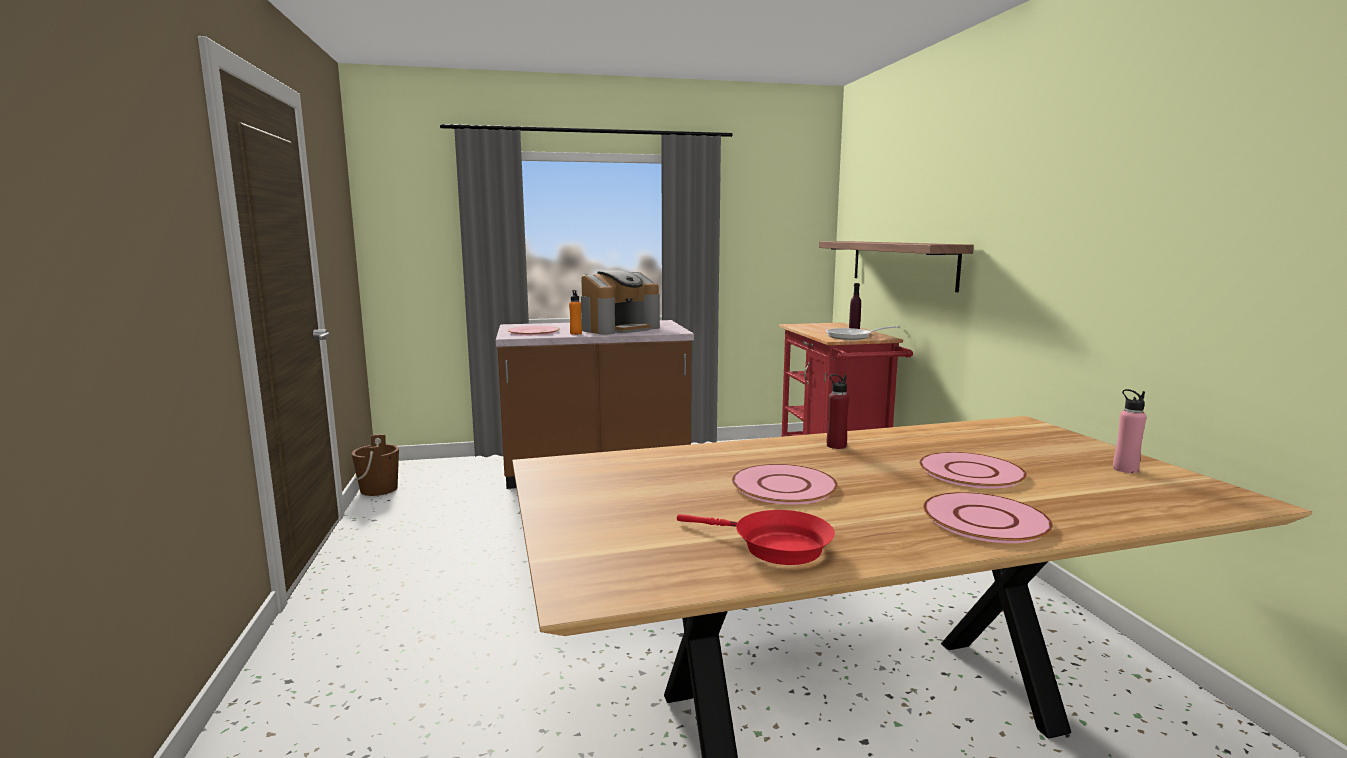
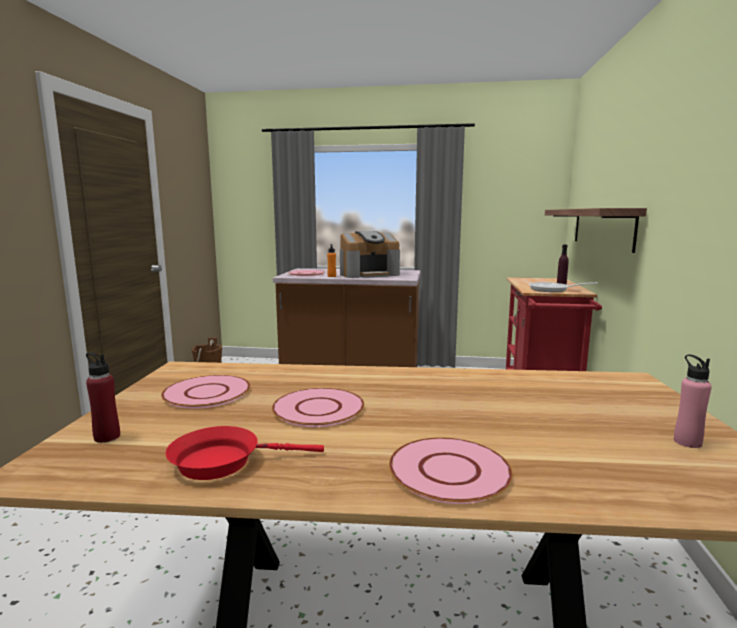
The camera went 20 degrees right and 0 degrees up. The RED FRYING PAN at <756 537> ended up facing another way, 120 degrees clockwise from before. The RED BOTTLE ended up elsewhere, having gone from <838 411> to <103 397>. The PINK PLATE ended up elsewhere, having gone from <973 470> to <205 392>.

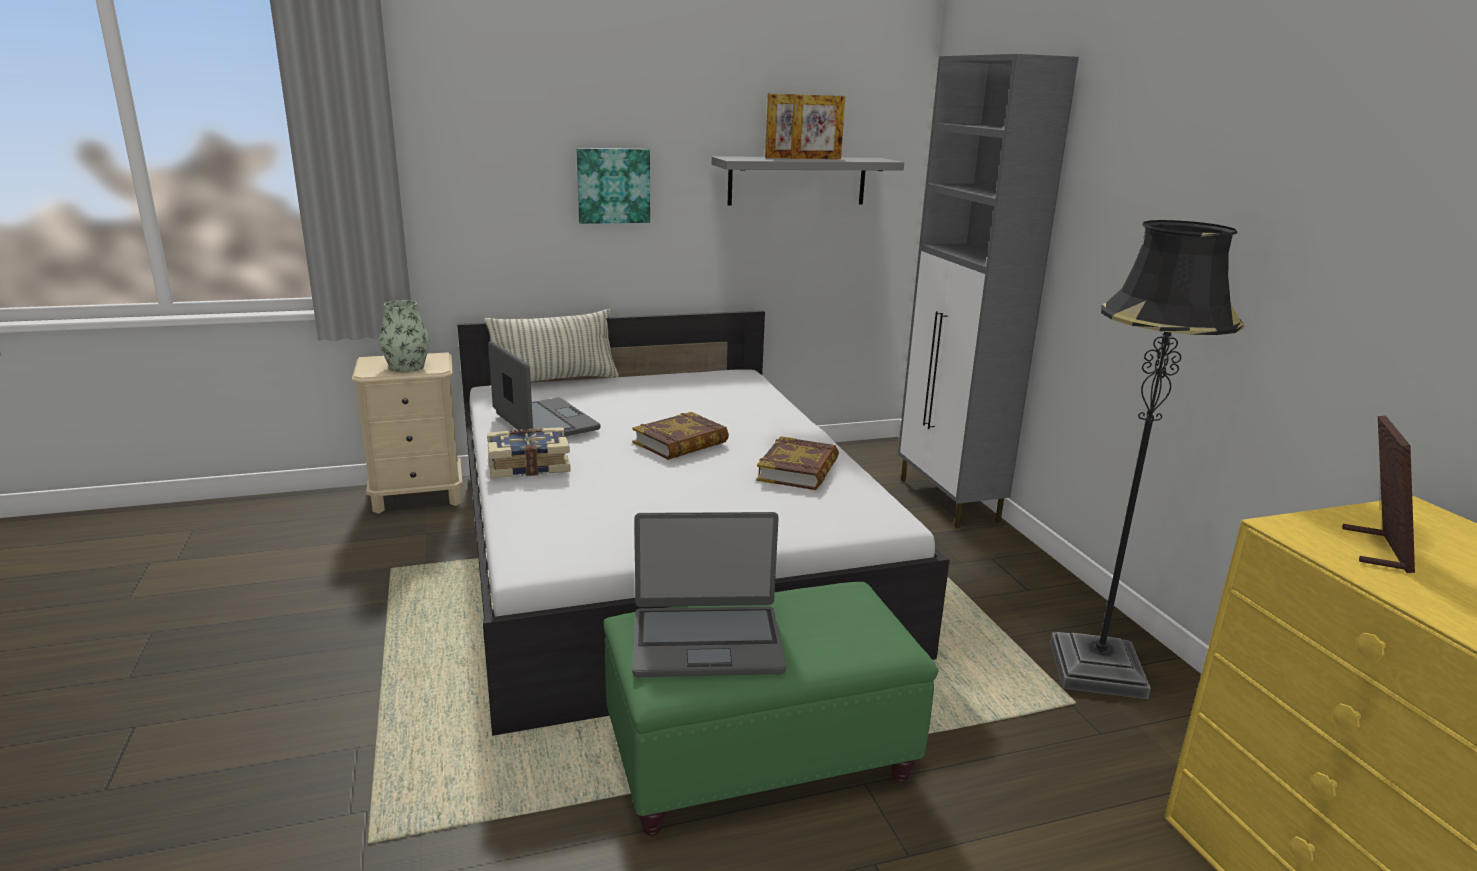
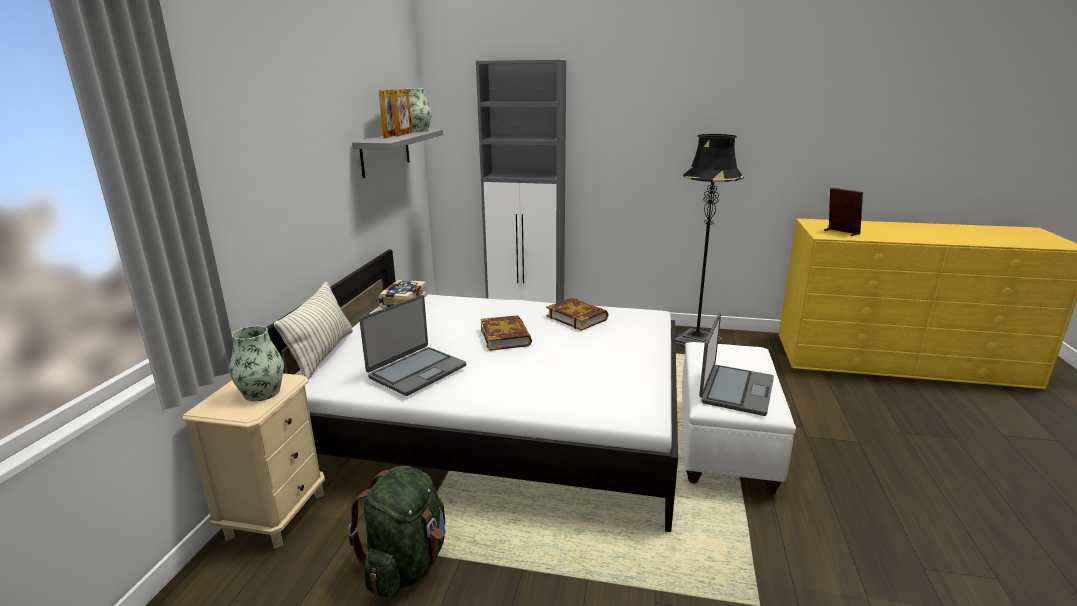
The camera went 60 degrees left and 0 degrees up. The BOOK ended up elsewhere, having gone from <529 452> to <402 294>. The LAPTOP at <544 389> ended up facing another way, 135 degrees clockwise from before. The second view lost the PICTURE at <613 186>. What was the GREEN OTTOMAN at <771 708> turned into the WHITE OTTOMAN at <739 418>. The second view gained the GREEN BACKPACK at <397 531>. The second view gained the VASE at <419 110>.

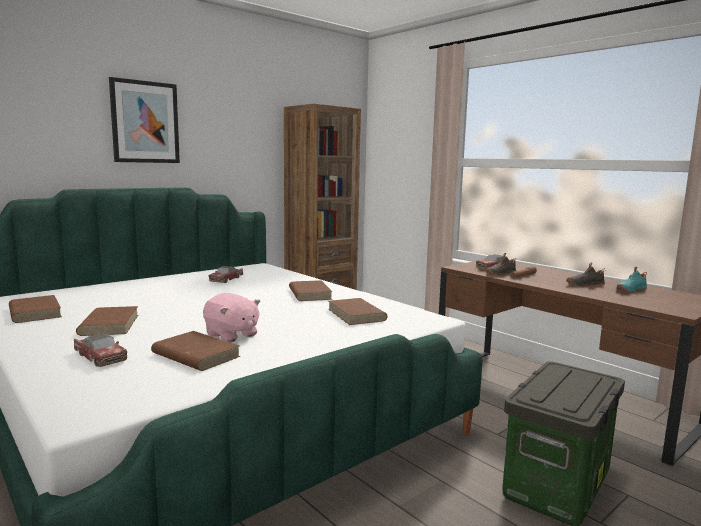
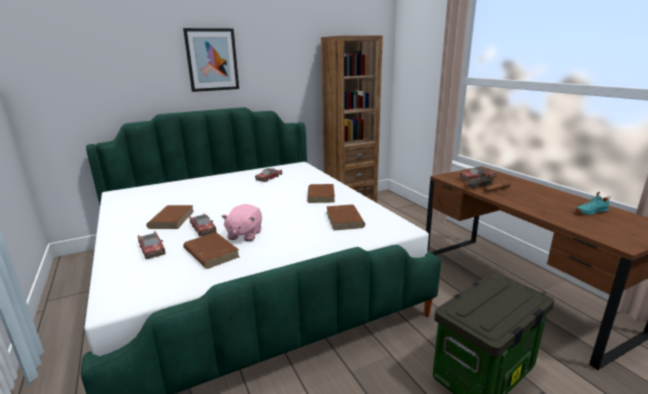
The camera went 15 degrees right and 10 degrees up. The second view lost the BROWN BOOK at <35 309>. The PINK PLUSH TOY at <232 318> ended up facing another way, 45 degrees clockwise from before. The second view lost the BLACK SHOE at <585 275>. The second view gained the TOY CAR at <202 225>.

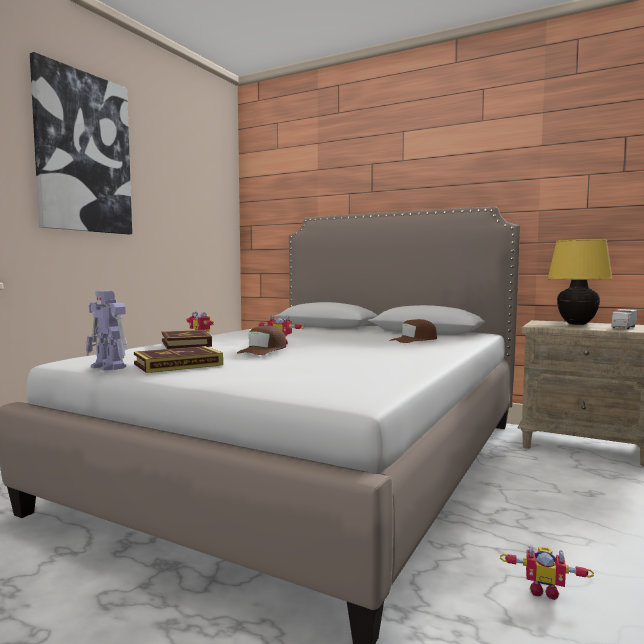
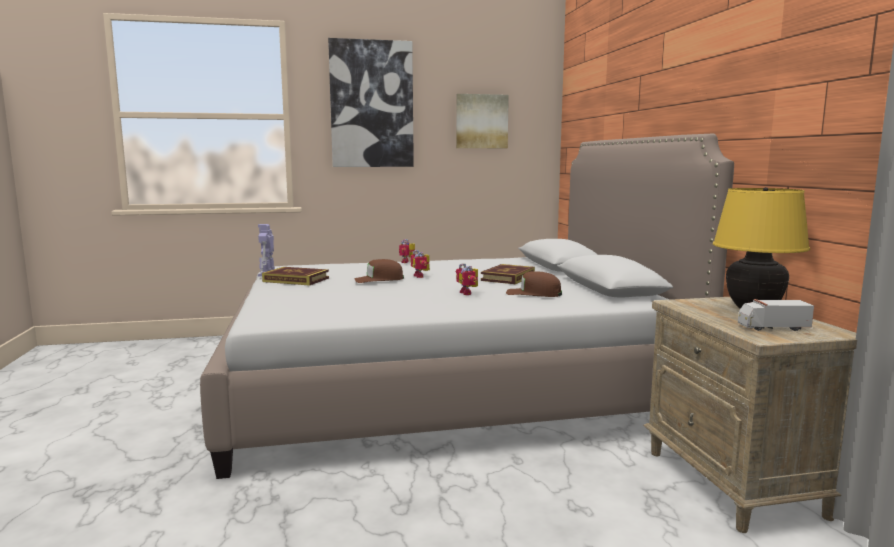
The camera went 50 degrees right and 5 degrees up. The BOOK ended up elsewhere, having gone from <186 339> to <508 274>. The TOY ROBOT ended up elsewhere, having gone from <547 572> to <467 279>. The second view gained the PICTURE at <482 121>.

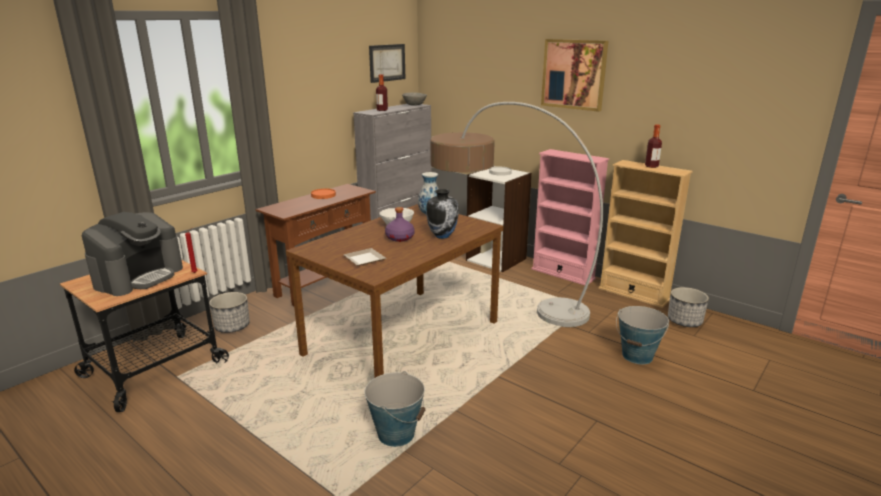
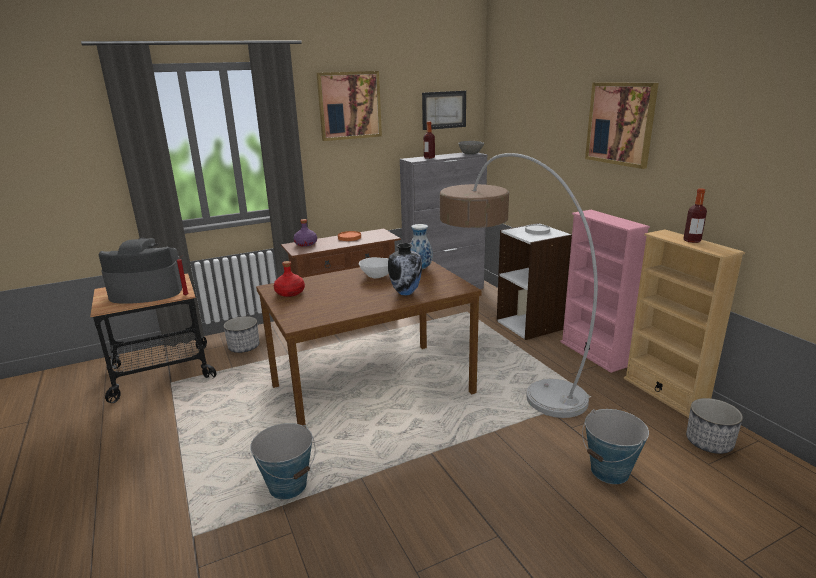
The camera went 25 degrees right and 0 degrees up. The COFFEE MACHINE at <132 254> ended up facing another way, 150 degrees counterclockwise from before. The second view lost the PLATE at <365 257>. The PURPLE BOTTLE ended up elsewhere, having gone from <400 224> to <305 233>. The second view gained the RED BOTTLE at <289 279>. The second view gained the PICTURE at <349 106>.

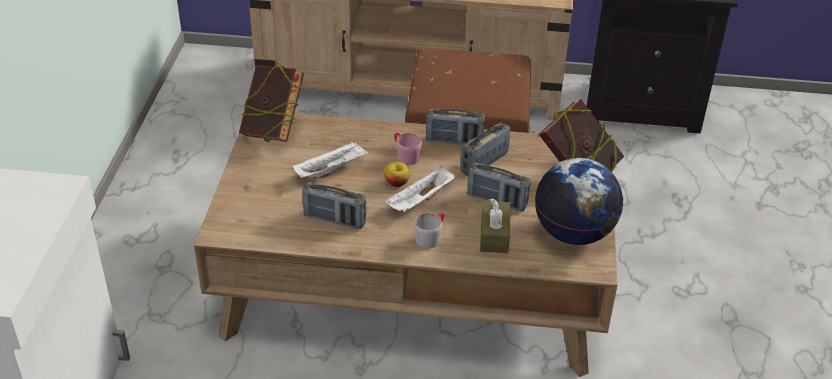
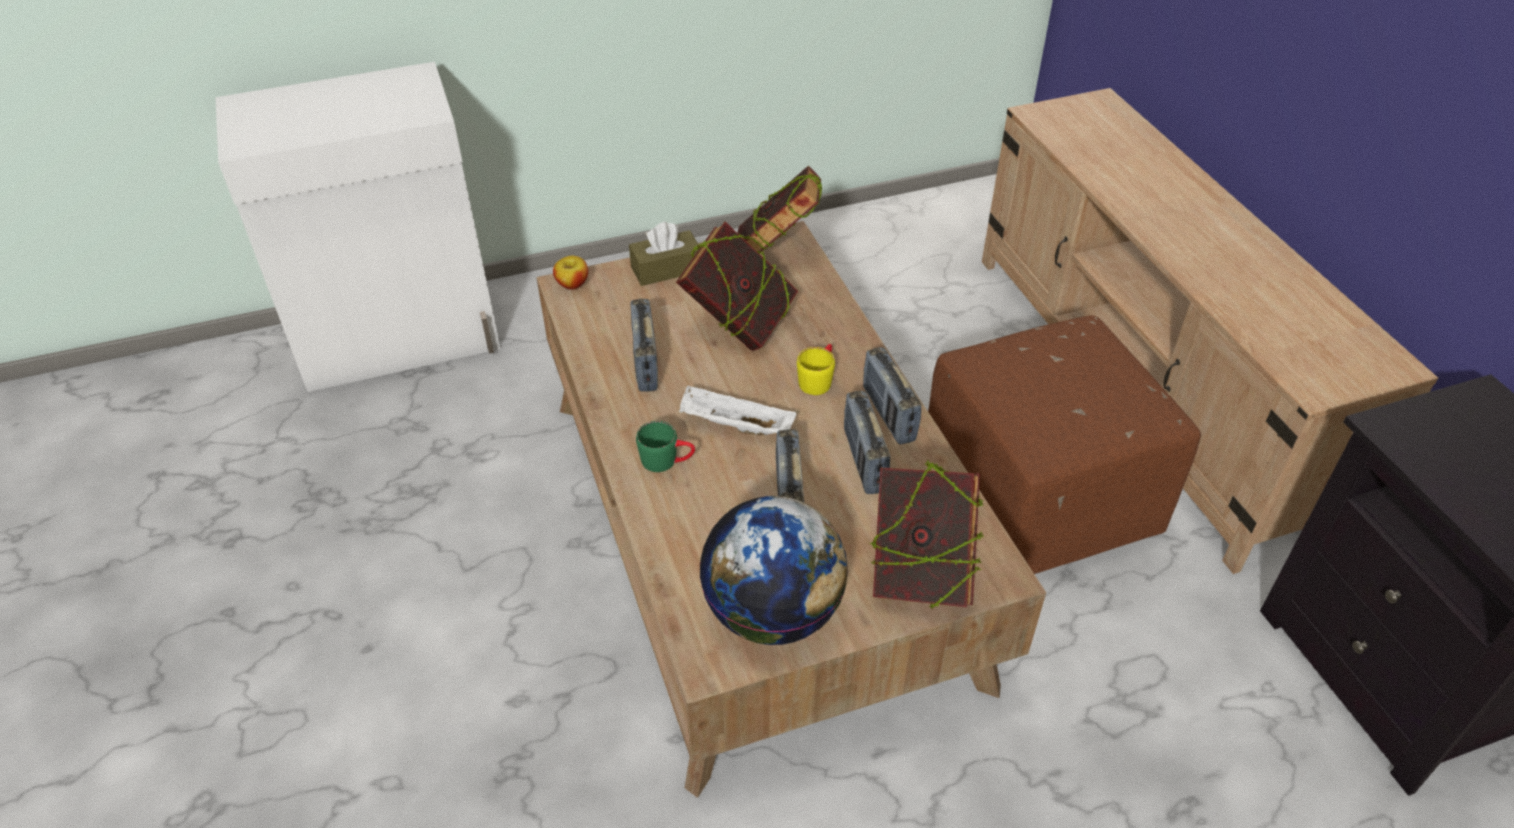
The camera went 65 degrees right and 5 degrees up. Where the WHITE TRAY stood at <331 159>, the BOOK came to stand at <737 286>. The APPLE ended up elsewhere, having gone from <397 174> to <570 273>. What was the PINK MUG at <408 149> turned into the YELLOW MUG at <816 369>. What was the GREY MUG at <429 230> turned into the GREEN MUG at <665 446>. The RADIO at <485 149> ended up facing another way, 120 degrees counterclockwise from before. The BROWN TISSUE BOX ended up elsewhere, having gone from <495 225> to <664 254>.

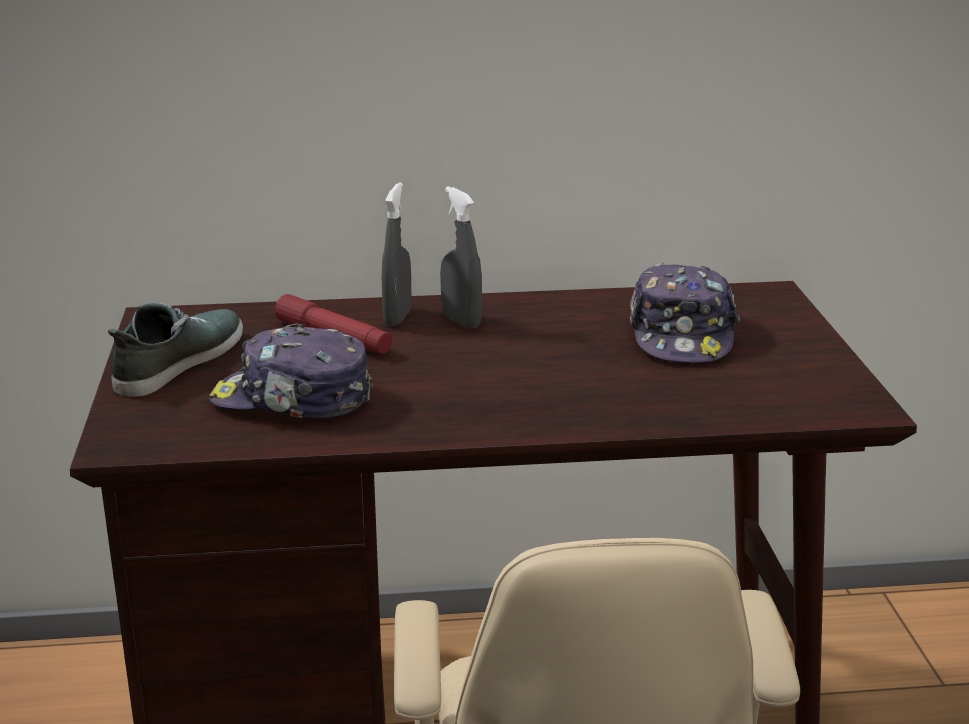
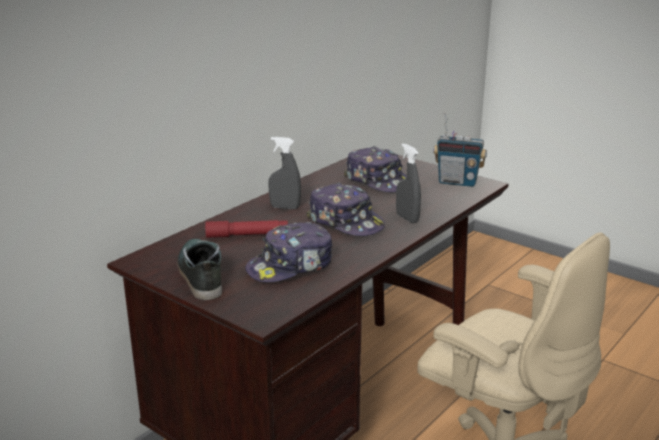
The camera went 45 degrees left and 0 degrees up. The GREY SPRAY BOTTLE ended up elsewhere, having gone from <396 254> to <408 183>. The second view gained the CAP at <345 209>. The second view gained the RADIO at <460 150>.

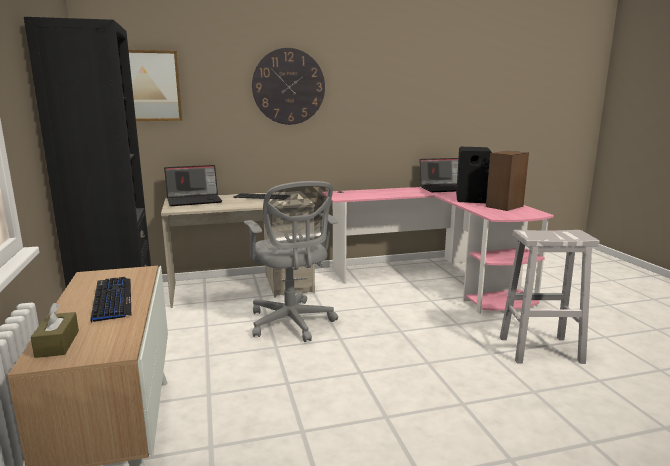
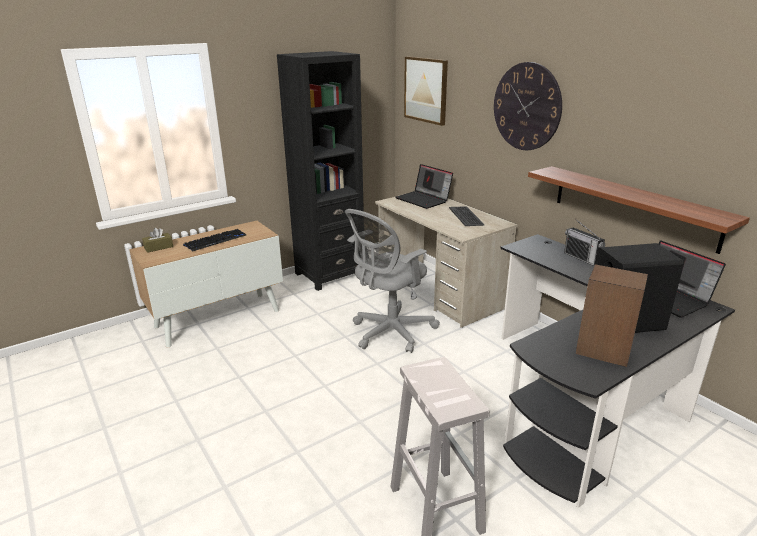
The camera went 70 degrees right and 10 degrees up. What was the PINK DESK at <439 250> turned into the BLACK DESK at <617 371>. The second view gained the SHELF at <639 210>. The second view gained the RADIO at <584 242>.

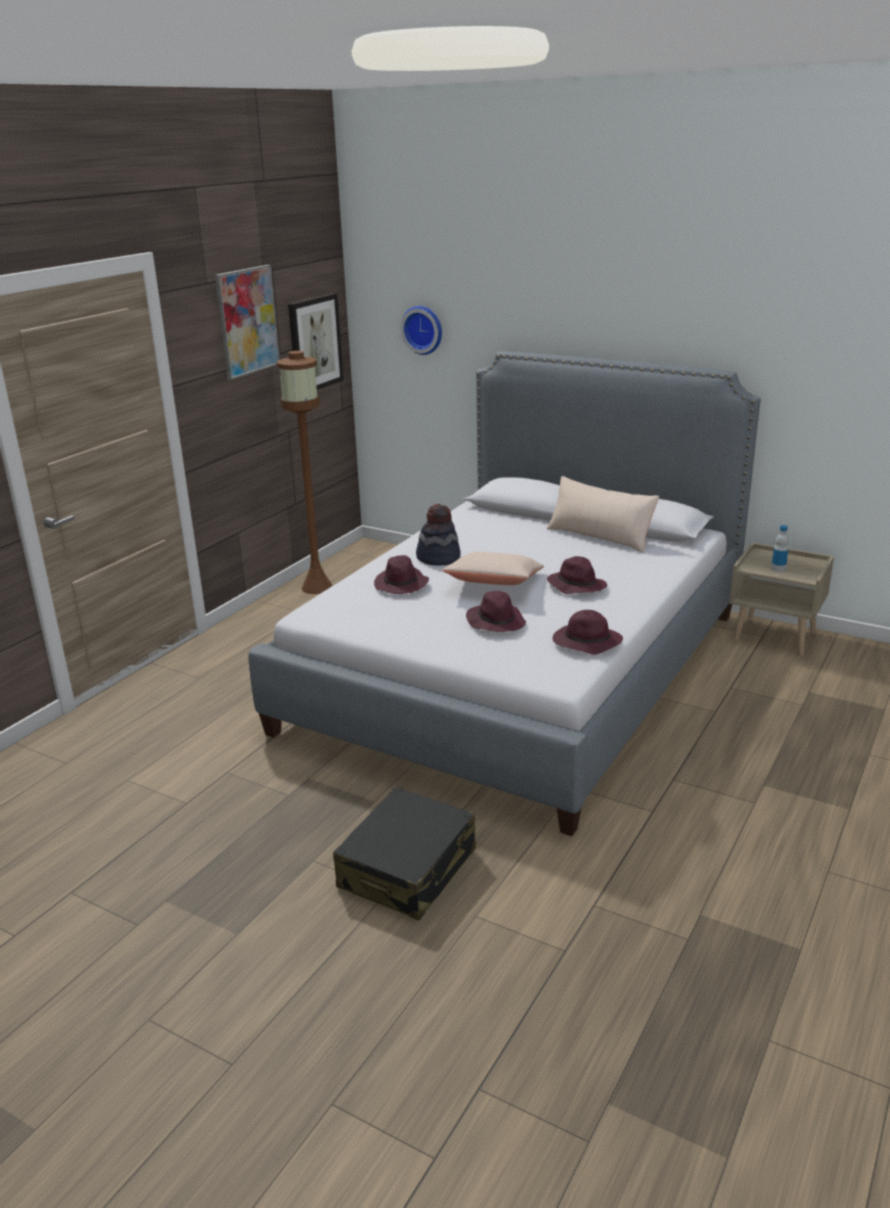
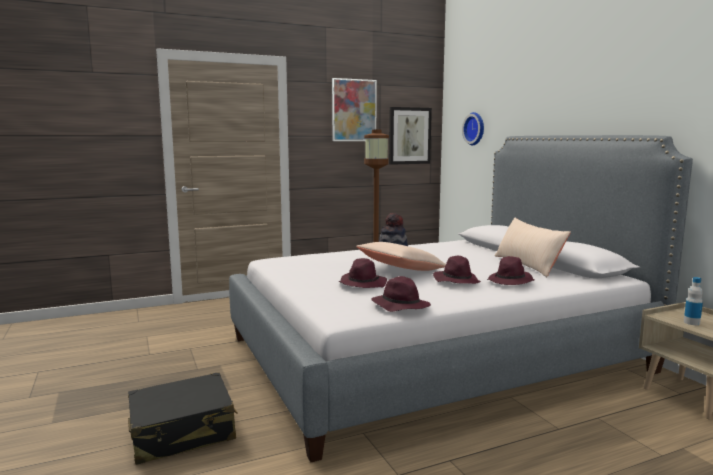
The camera went 35 degrees right and 15 degrees down. The PURPLE HAT ended up elsewhere, having gone from <401 574> to <511 270>.

